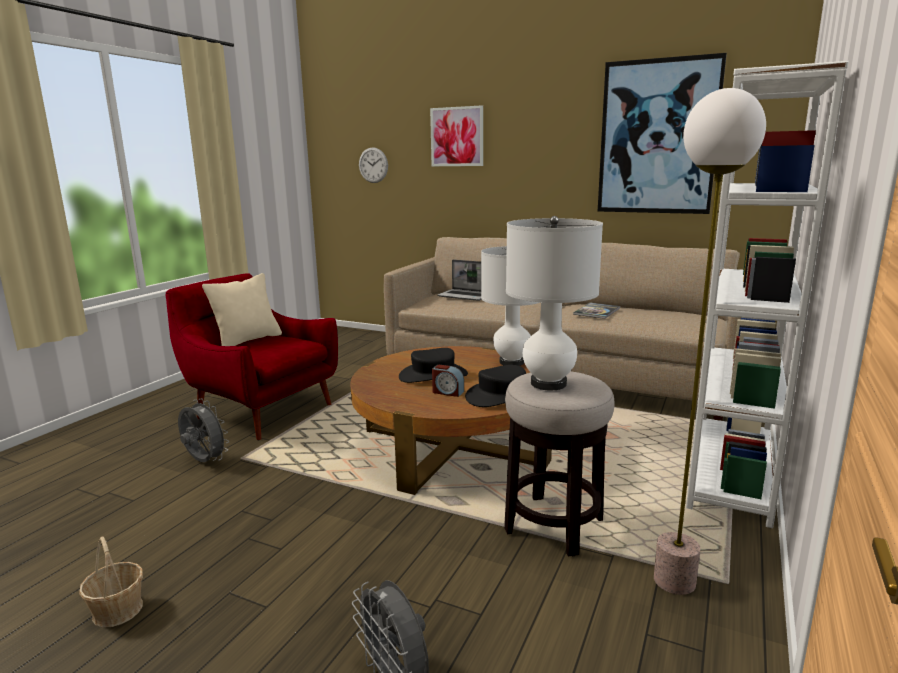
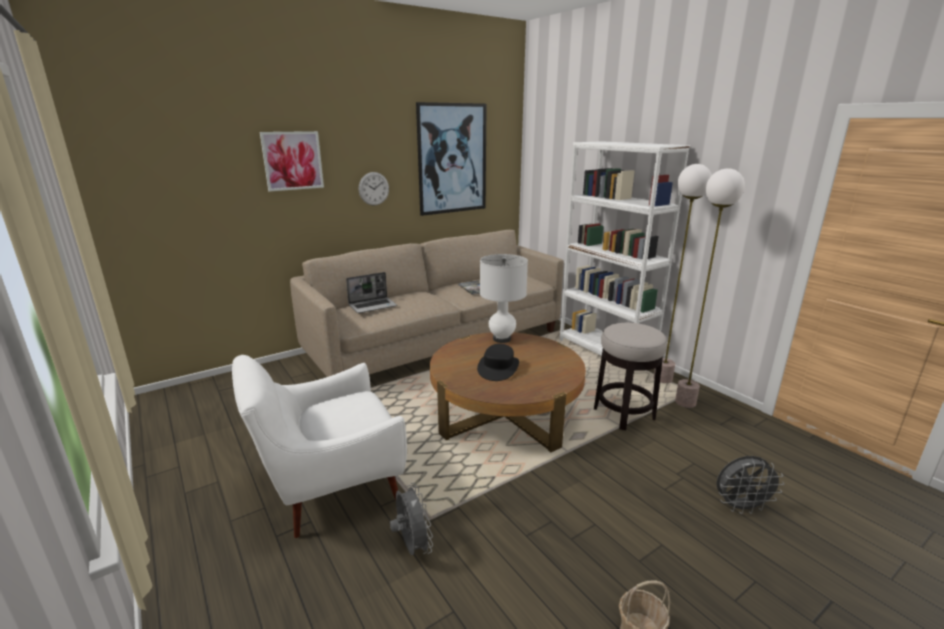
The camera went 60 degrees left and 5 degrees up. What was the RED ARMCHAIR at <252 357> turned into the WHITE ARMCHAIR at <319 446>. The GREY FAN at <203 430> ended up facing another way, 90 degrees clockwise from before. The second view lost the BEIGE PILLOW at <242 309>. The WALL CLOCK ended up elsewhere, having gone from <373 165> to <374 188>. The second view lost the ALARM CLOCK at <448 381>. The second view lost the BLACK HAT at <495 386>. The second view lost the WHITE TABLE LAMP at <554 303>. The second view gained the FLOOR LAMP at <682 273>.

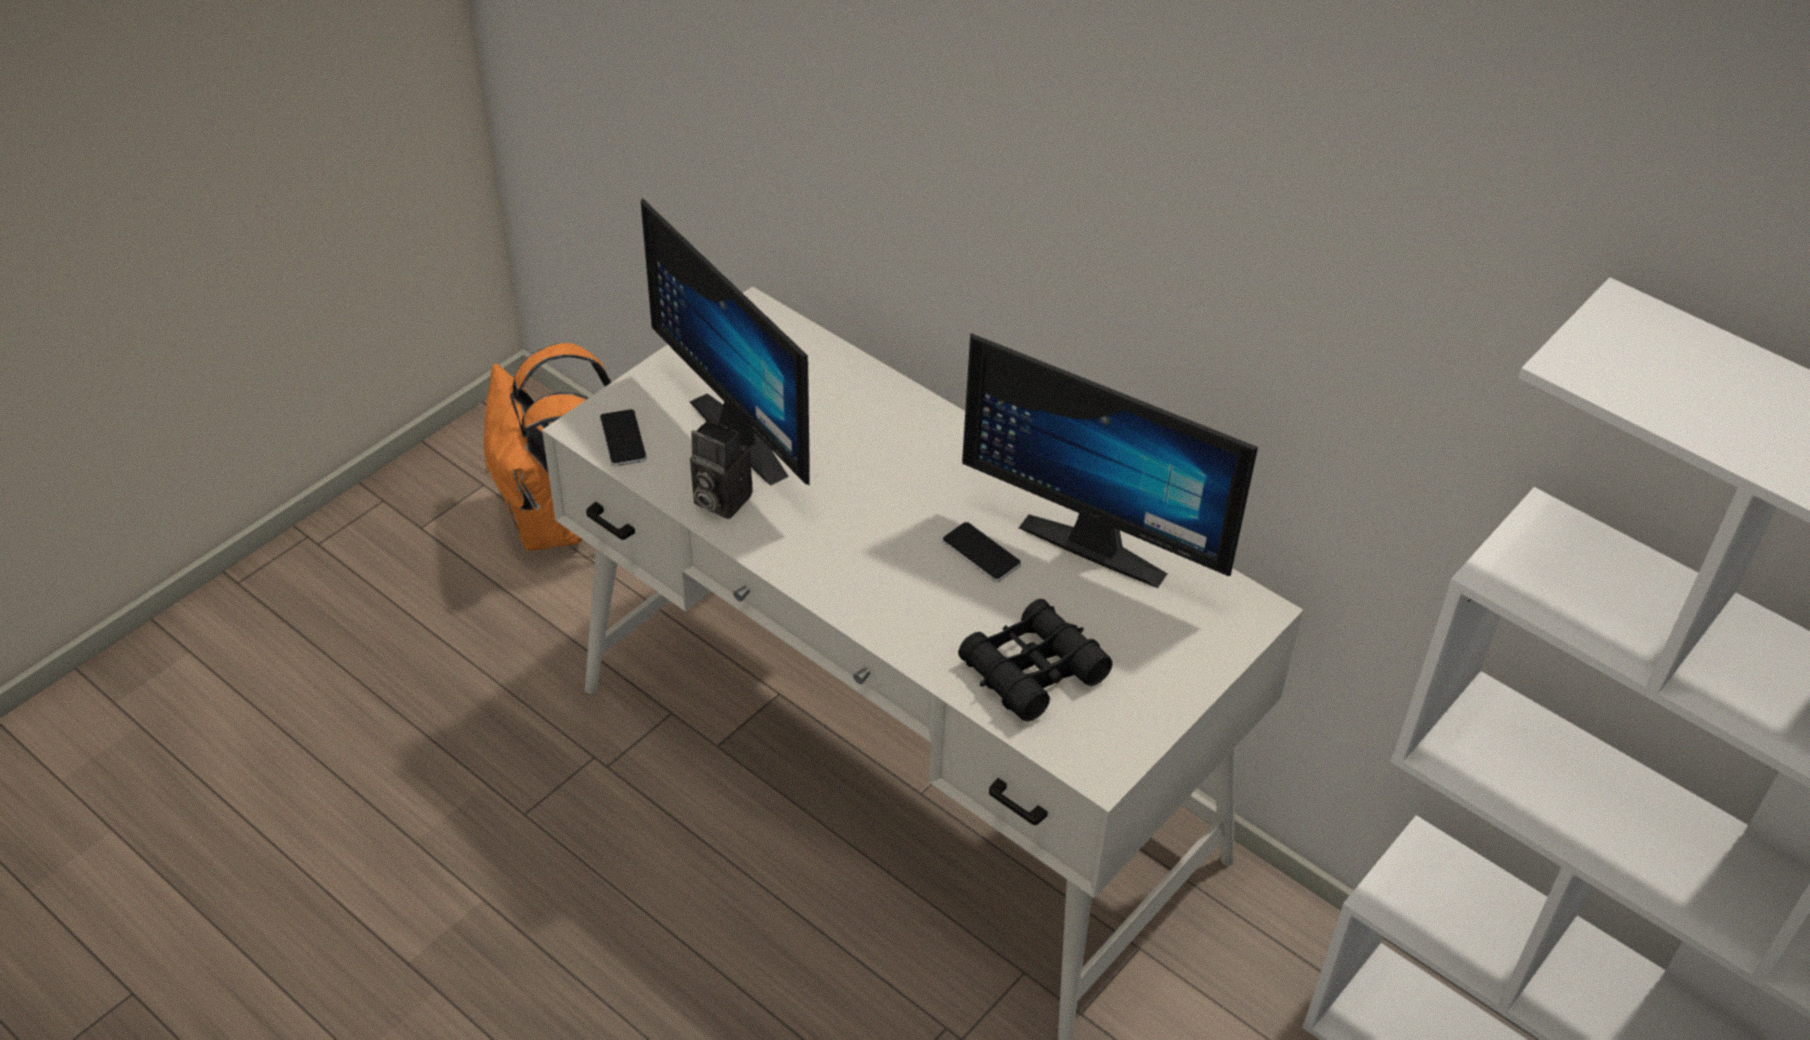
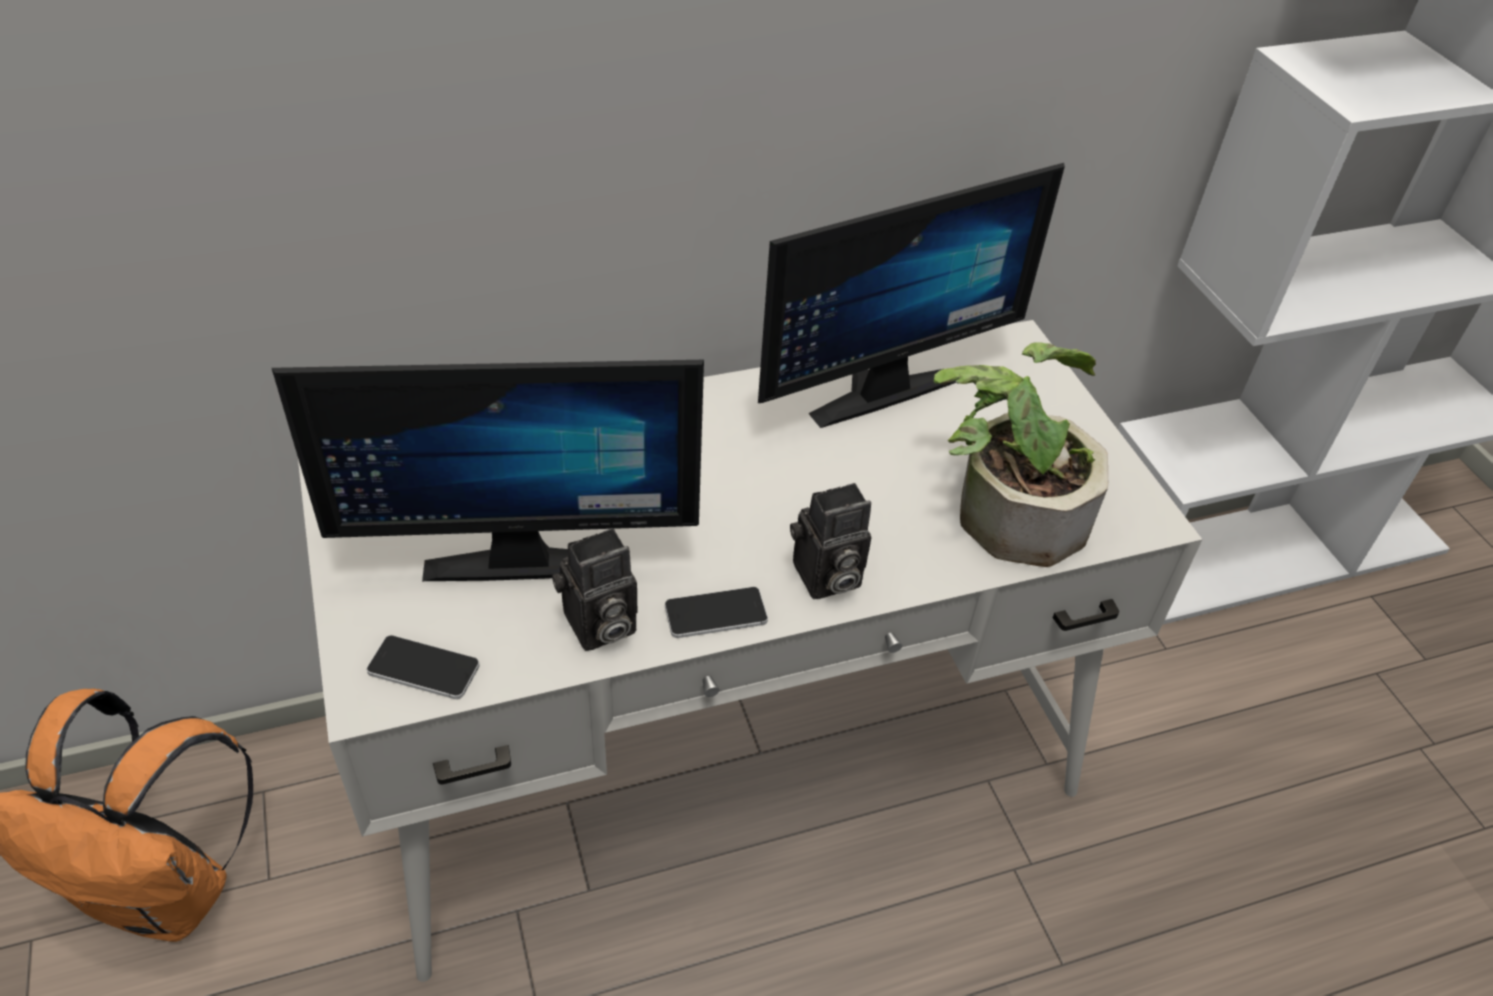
The camera went 60 degrees left and 0 degrees up. The PHONE ended up elsewhere, having gone from <981 552> to <716 612>. Where the BLACK BINOCULARS stood at <1035 660>, the POTTED PLANT came to stand at <1020 454>. The second view gained the PHOTO CAMERA at <830 541>.

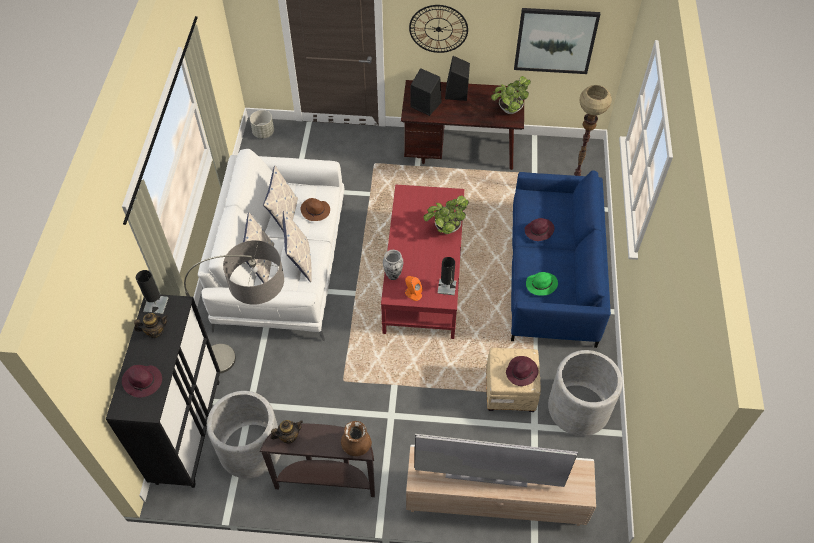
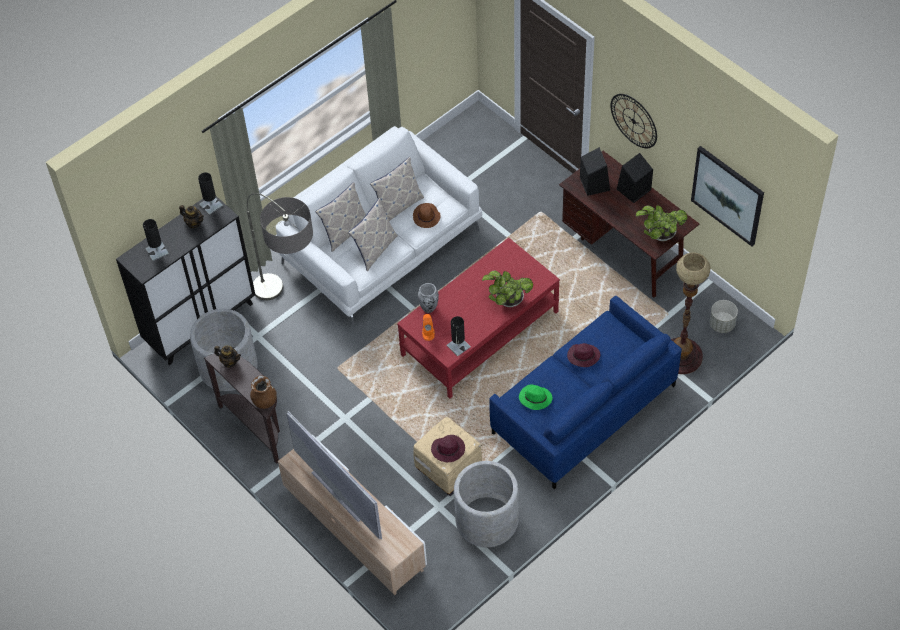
The camera went 45 degrees right and 0 degrees up. Where the PURPLE HAT stood at <142 381>, the BLACK TABLE LAMP came to stand at <156 240>. The GREY PLANTER ended up elsewhere, having gone from <262 124> to <724 316>.

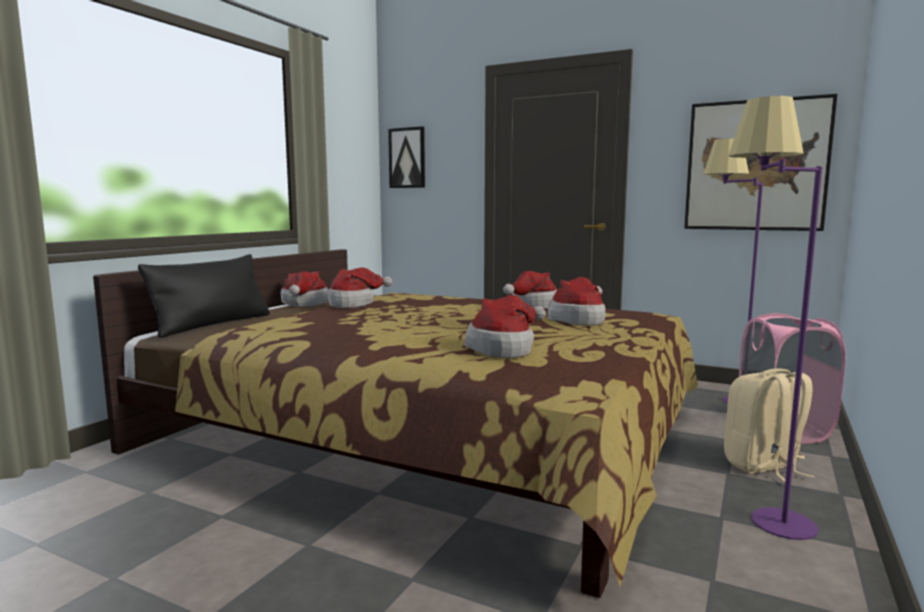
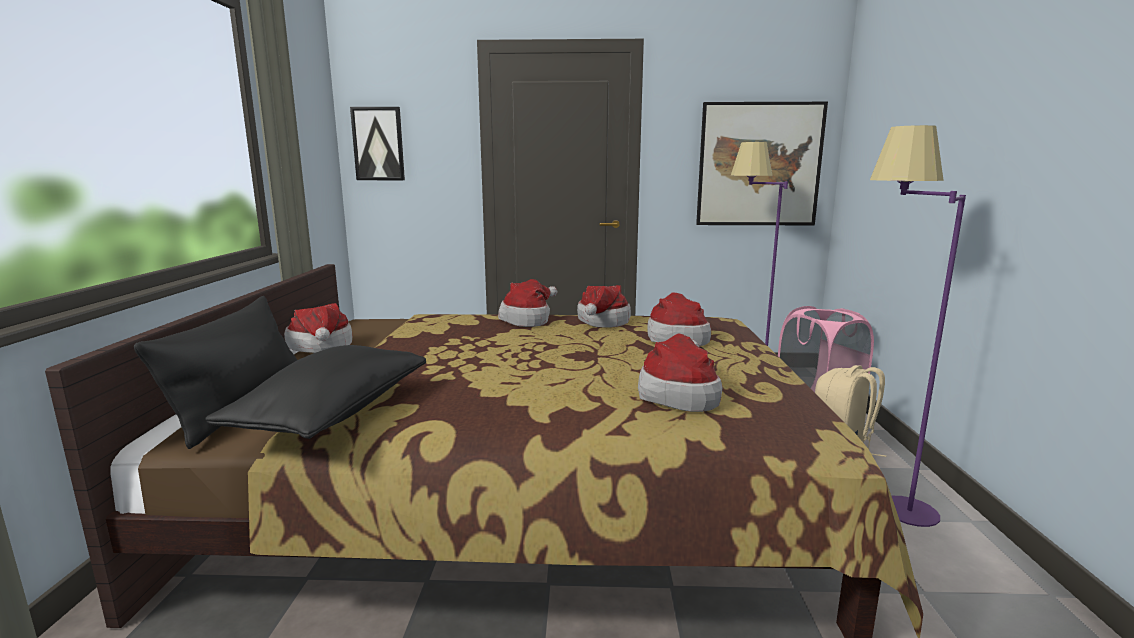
The camera went 25 degrees left and 5 degrees up. The HAT ended up elsewhere, having gone from <360 287> to <527 303>. The second view gained the BLACK PILLOW at <315 392>.

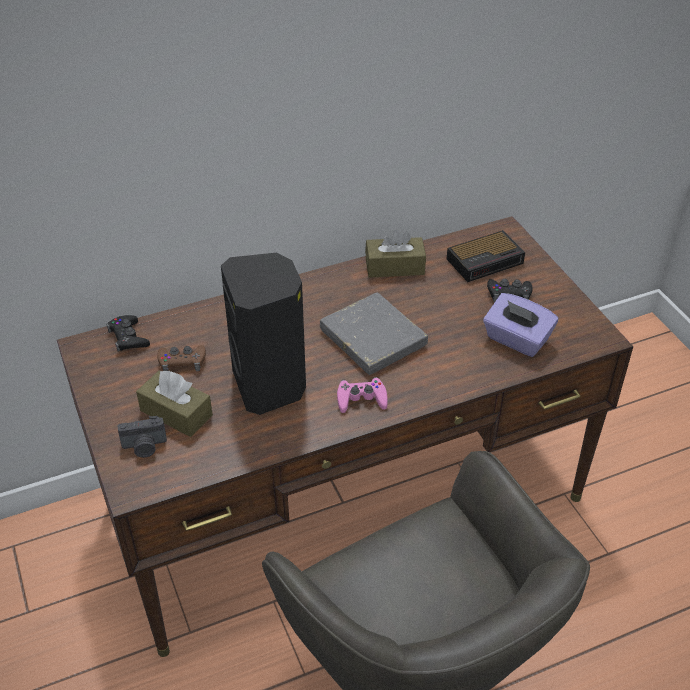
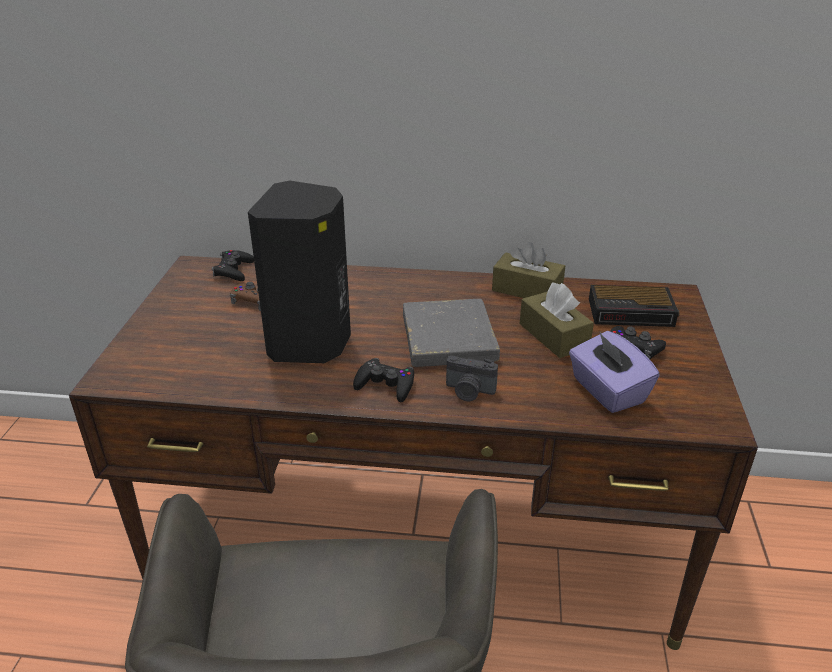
The camera went 30 degrees right and 10 degrees down. The PHOTO CAMERA ended up elsewhere, having gone from <142 437> to <472 378>. The BROWN TISSUE BOX ended up elsewhere, having gone from <174 403> to <557 320>. What was the PINK GAME CONTROLLER at <362 395> turned into the BLACK GAME CONTROLLER at <383 380>.

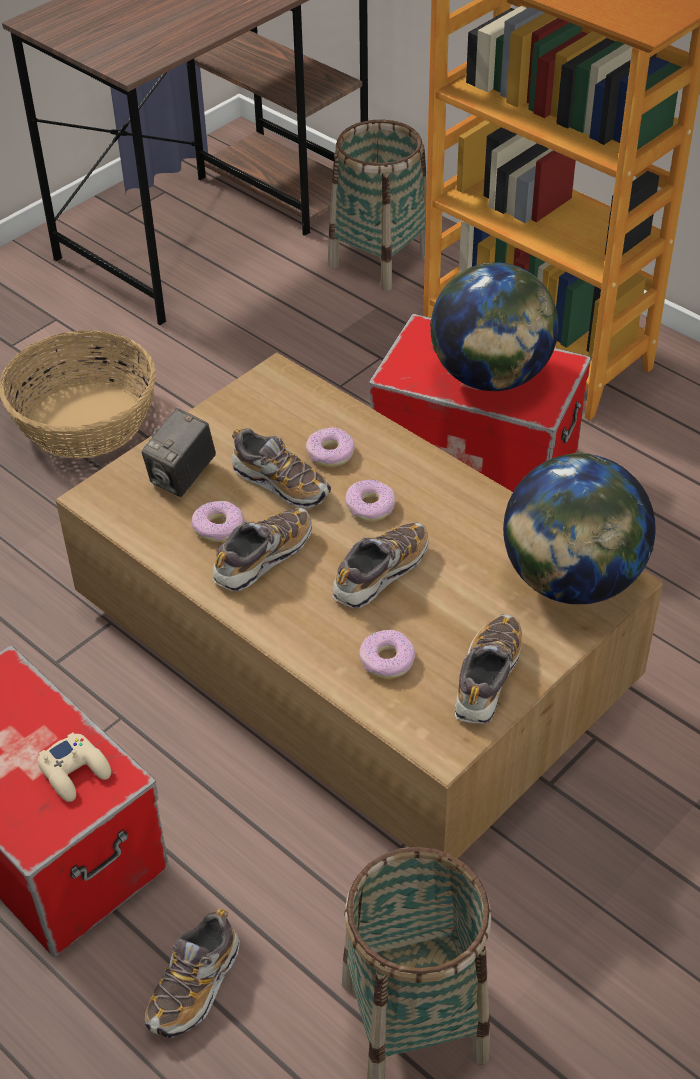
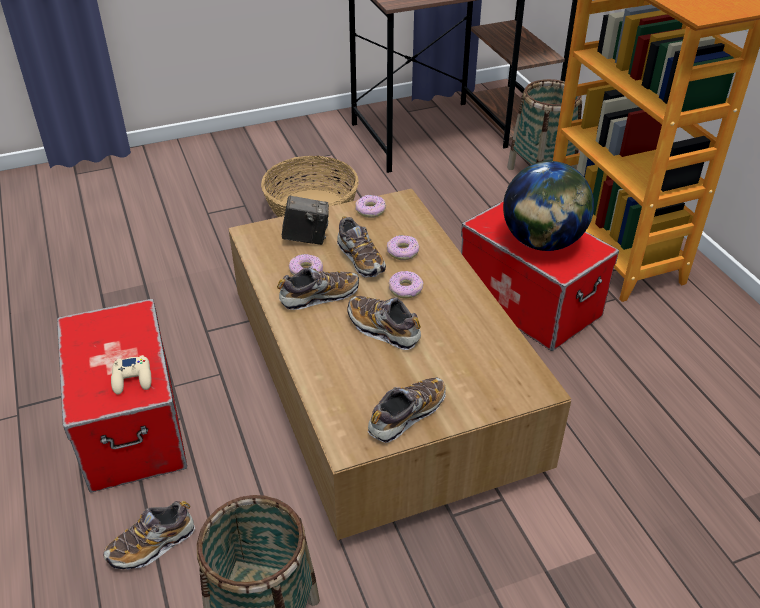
The camera went 25 degrees right and 5 degrees down. The PHOTO CAMERA at <179 452> ended up facing another way, 150 degrees counterclockwise from before. The SHOE at <380 565> ended up facing another way, 120 degrees counterclockwise from before. The DONUT ended up elsewhere, having gone from <387 654> to <370 206>. The second view lost the GLOBE at <579 528>.

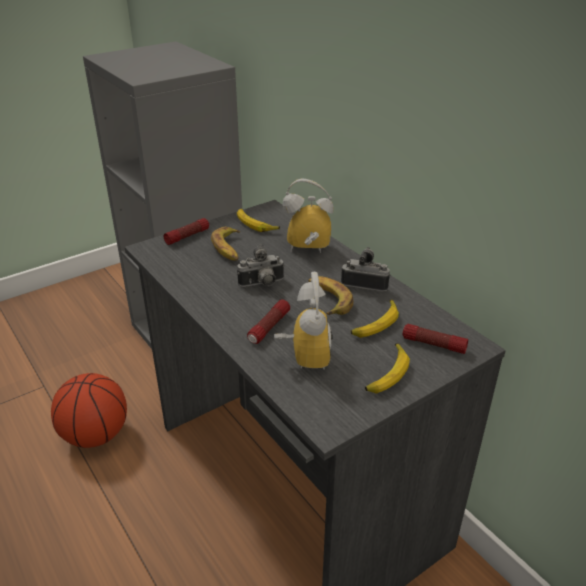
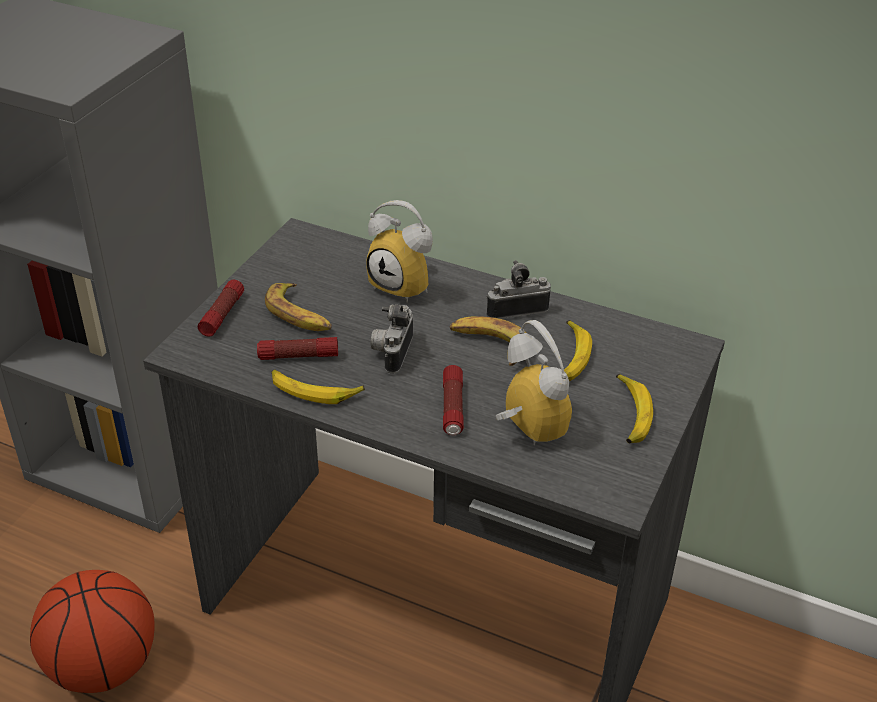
The camera went 30 degrees left and 5 degrees up. The BANANA ended up elsewhere, having gone from <258 220> to <318 386>. The PHOTO CAMERA at <260 265> ended up facing another way, 150 degrees clockwise from before. The ALARM CLOCK at <308 215> ended up facing another way, 120 degrees counterclockwise from before. The FLASHLIGHT ended up elsewhere, having gone from <435 339> to <297 348>.

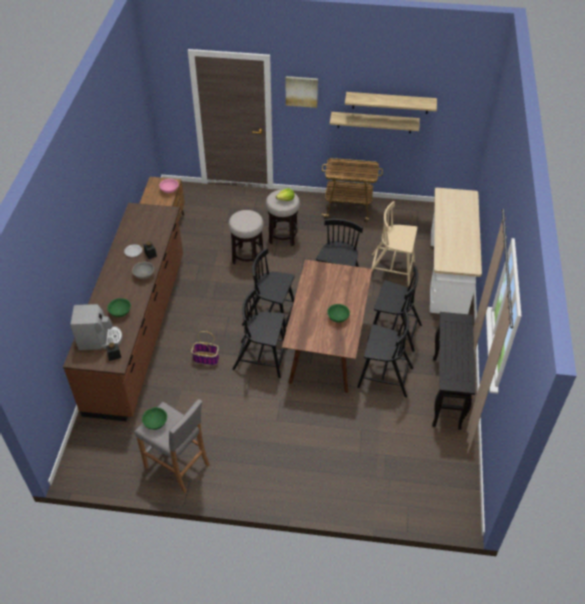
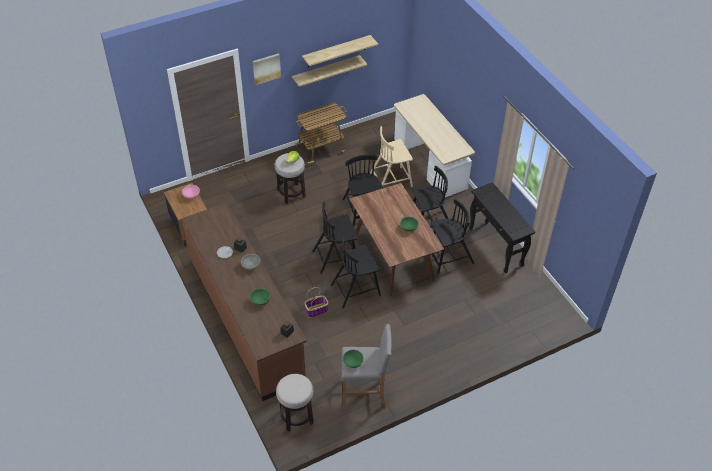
The camera went 35 degrees left and 0 degrees up. The second view lost the COFFEE MACHINE at <96 327>. The STOOL ended up elsewhere, having gone from <246 238> to <294 403>.

